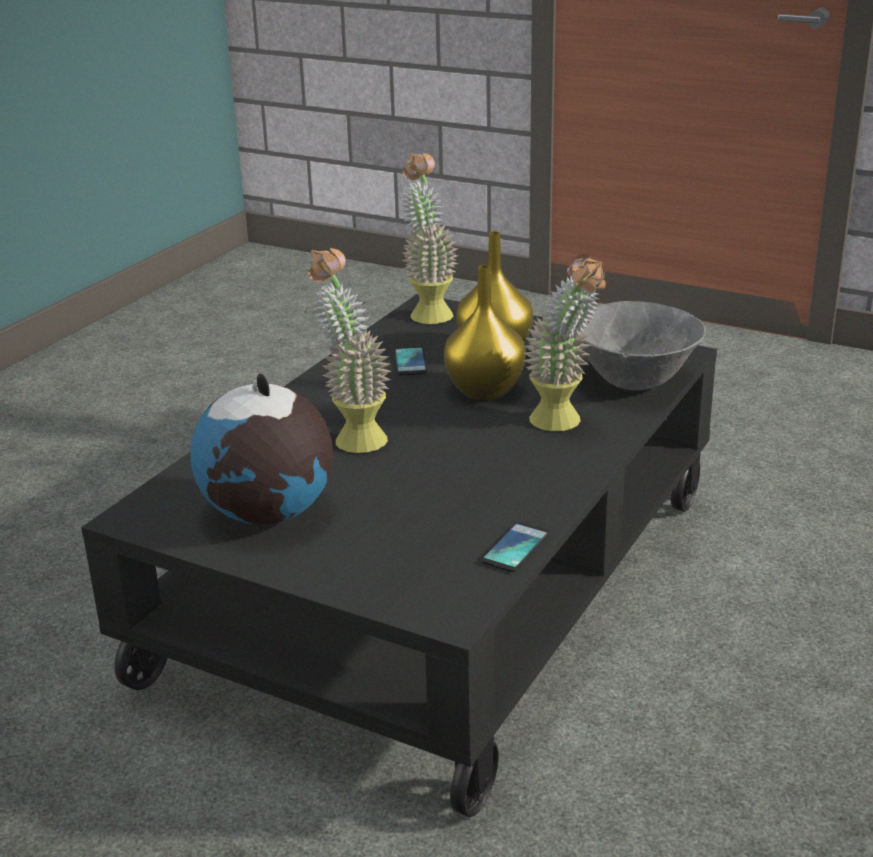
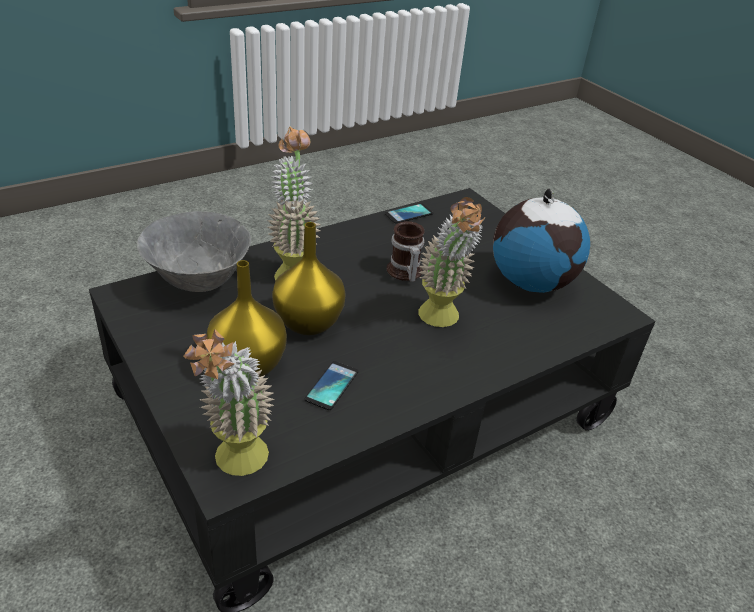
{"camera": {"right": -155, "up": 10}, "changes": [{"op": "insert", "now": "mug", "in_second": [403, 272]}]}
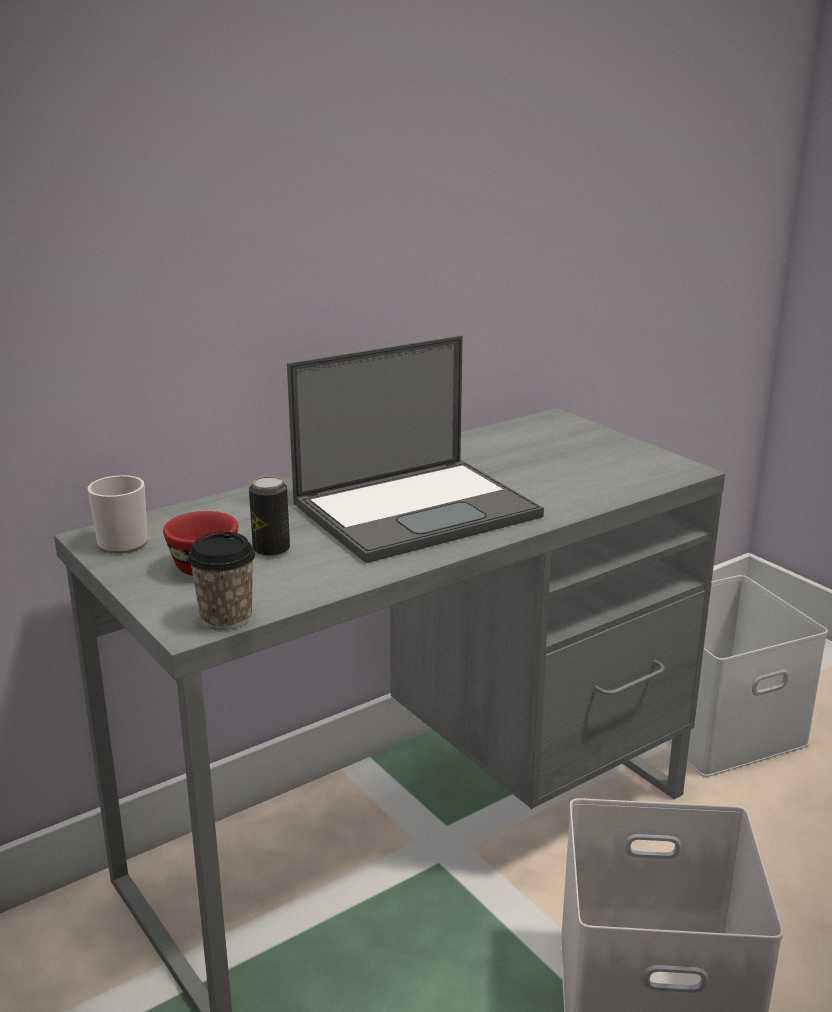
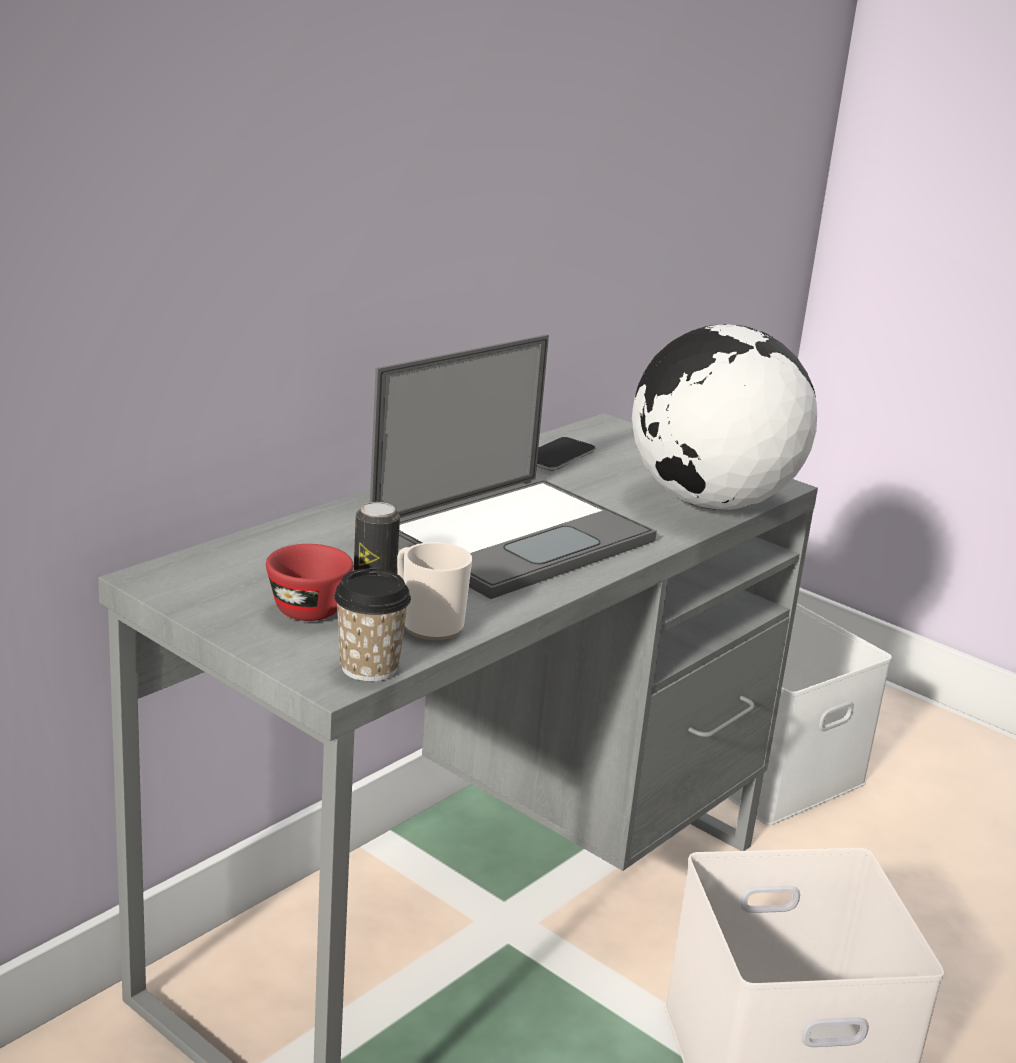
{"camera": {"right": -15, "up": 0}, "changes": [{"op": "move", "was": "mug", "in_first": [119, 541], "in_second": [427, 623]}, {"op": "insert", "now": "phone", "in_second": [558, 456]}, {"op": "insert", "now": "globe", "in_second": [710, 502]}]}
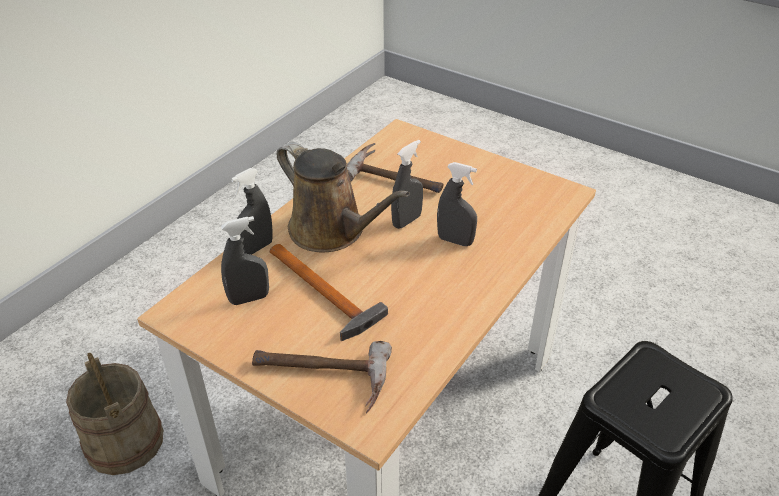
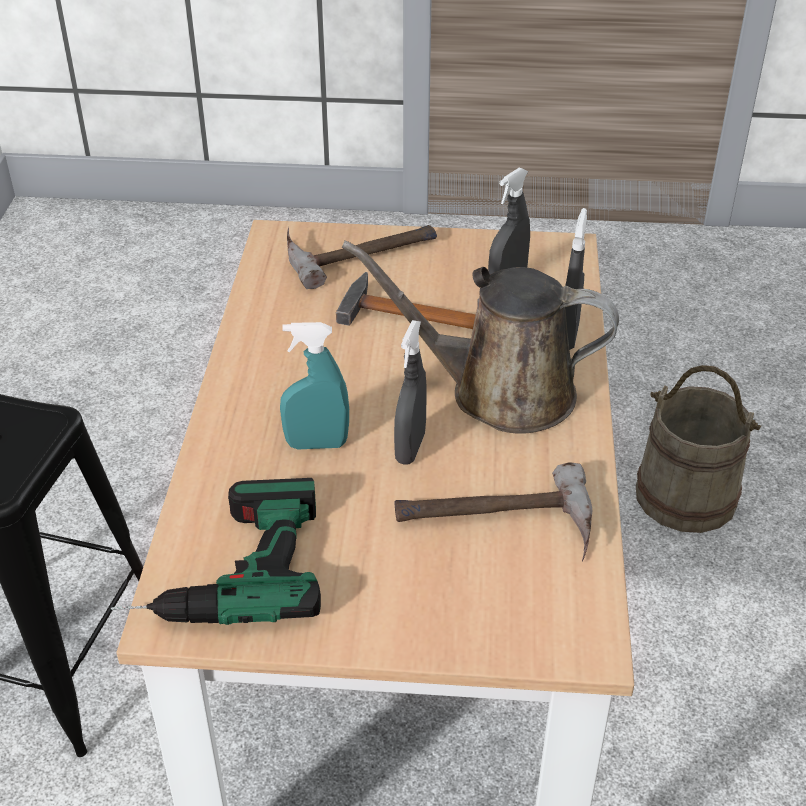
{"camera": {"right": 150, "up": 0}, "changes": [{"op": "insert", "now": "power_drill", "in_second": [221, 567]}, {"op": "recolor", "was": "grey_spray_bottle", "now": "turquoise_spray_bottle", "in_first": [455, 241], "in_second": [317, 444]}]}
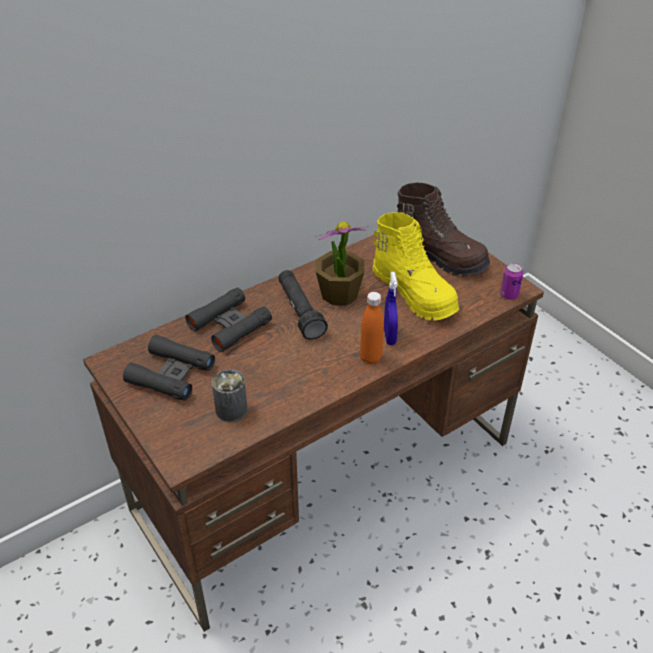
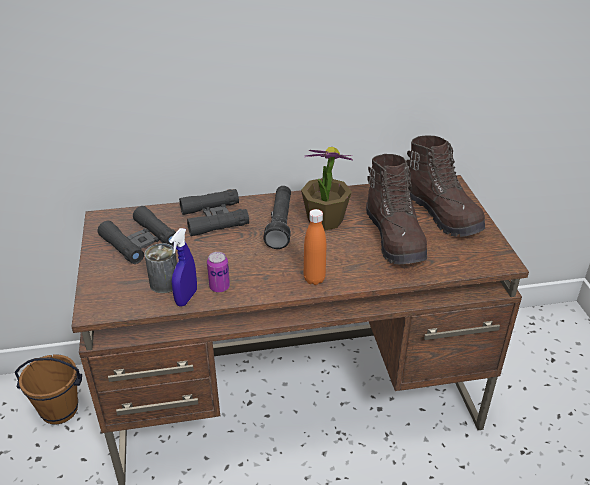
{"camera": {"right": 25, "up": -5}, "changes": [{"op": "insert", "now": "brown_bucket", "in_second": [59, 411]}, {"op": "move", "was": "blue_spray_bottle", "in_first": [389, 336], "in_second": [186, 298]}, {"op": "move", "was": "can", "in_first": [509, 295], "in_second": [219, 287]}, {"op": "recolor", "was": "yellow_boot", "now": "brown_boot", "in_first": [415, 293], "in_second": [395, 238]}]}
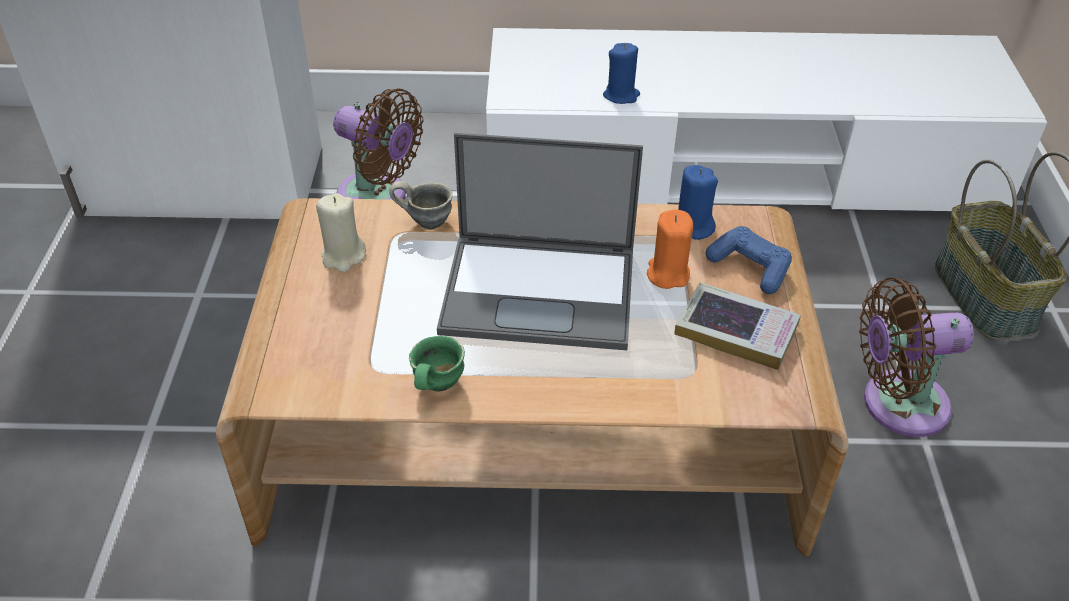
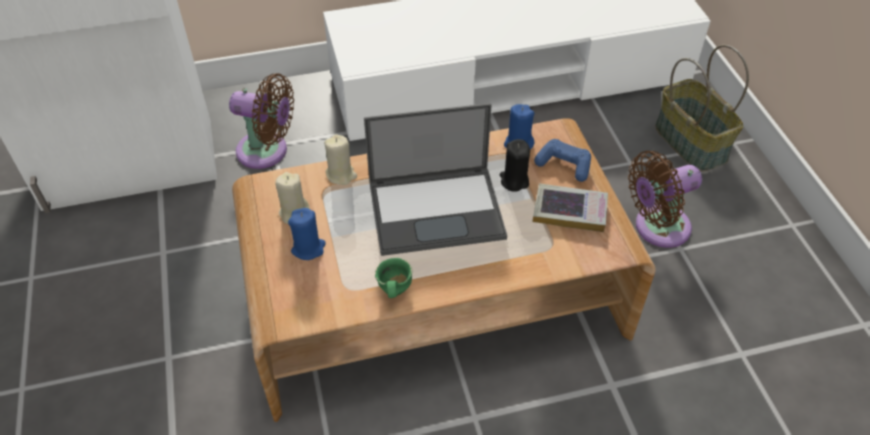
{"camera": {"right": -15, "up": 5}, "changes": [{"op": "move", "was": "blue_candle", "in_first": [621, 95], "in_second": [308, 248]}, {"op": "replace", "was": "grey_mug", "now": "beige_candle", "in_first": [426, 221], "in_second": [341, 175]}, {"op": "recolor", "was": "orange_candle", "now": "black_candle", "in_first": [667, 274], "in_second": [514, 180]}]}
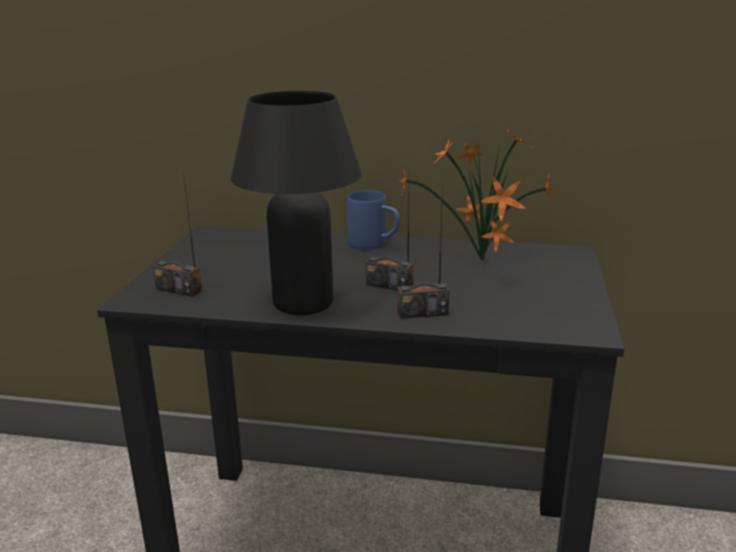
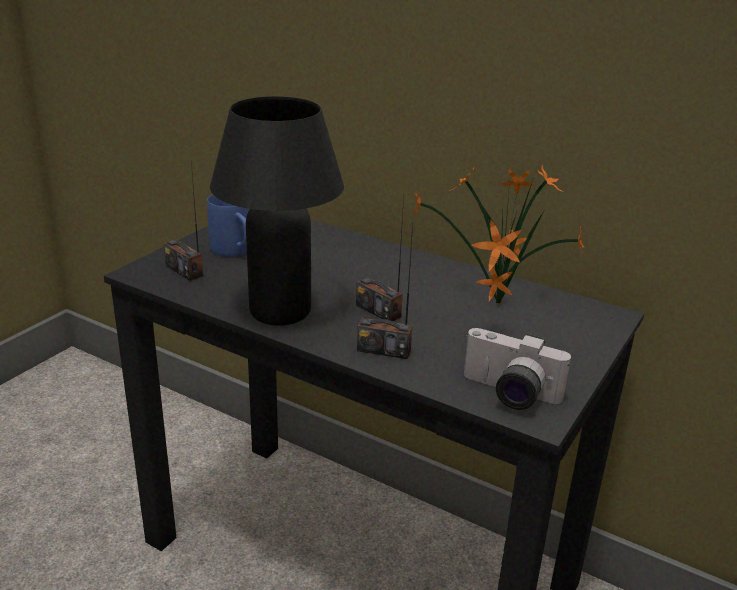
{"camera": {"right": 20, "up": 5}, "changes": [{"op": "move", "was": "blue_mug", "in_first": [374, 245], "in_second": [235, 252]}, {"op": "insert", "now": "photo_camera", "in_second": [507, 394]}]}
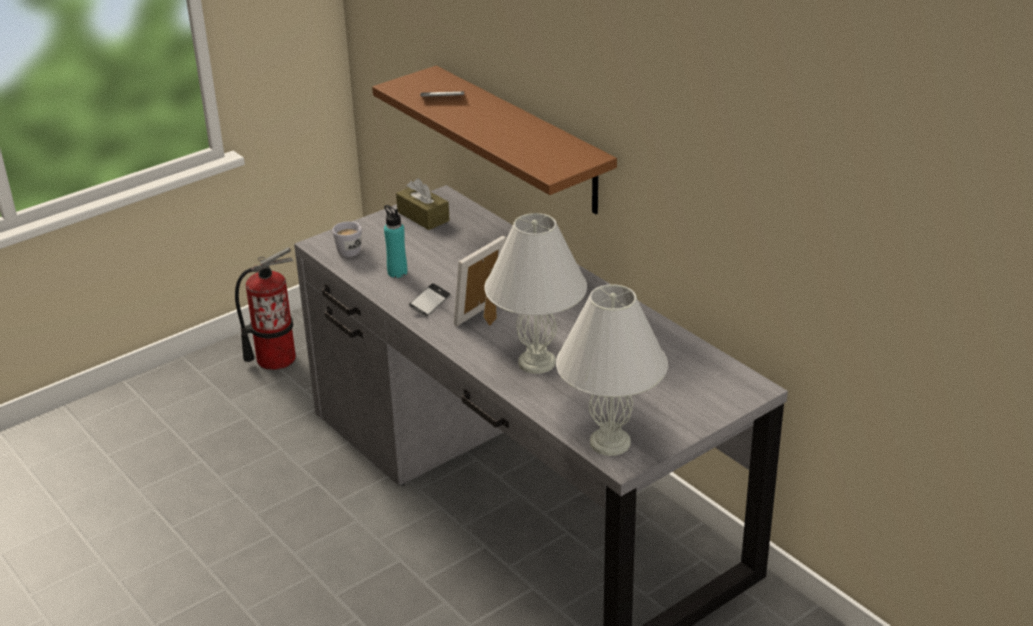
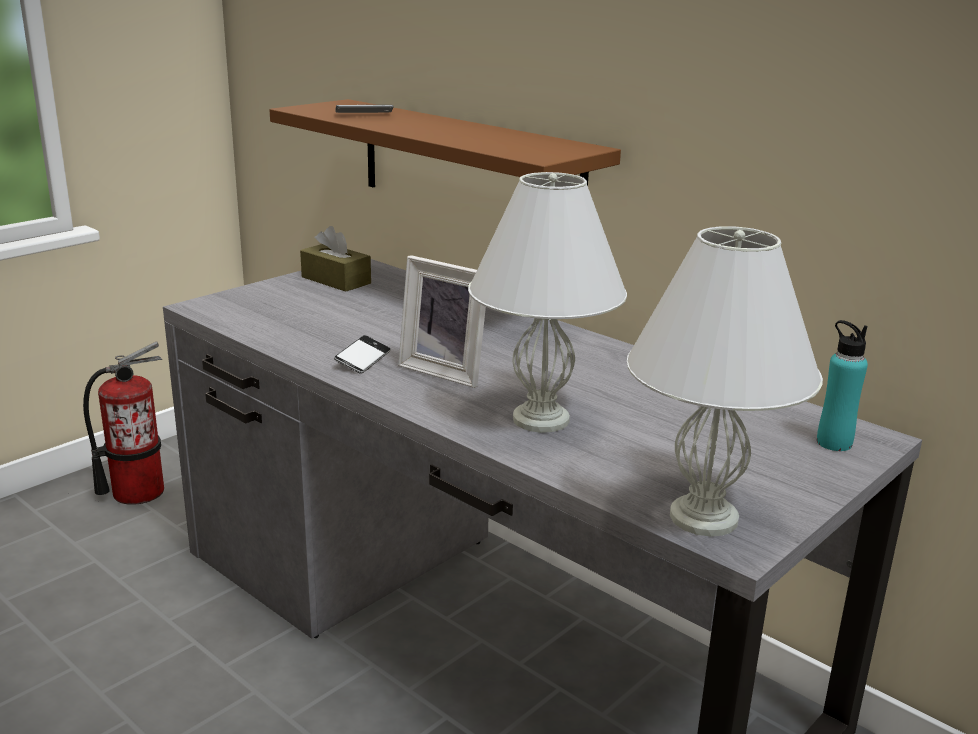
{"camera": {"right": -10, "up": -10}, "changes": [{"op": "rotate", "was": "picture_frame", "in_first": [485, 316], "in_second": [447, 370], "clockwise": -90}, {"op": "move", "was": "turquoise_bottle", "in_first": [397, 272], "in_second": [834, 443]}, {"op": "delete", "was": "white_mug", "in_first": [351, 250]}]}
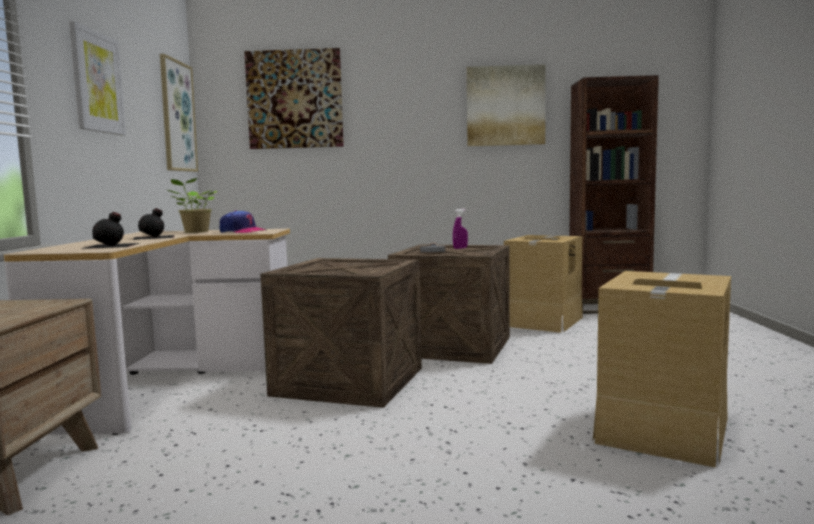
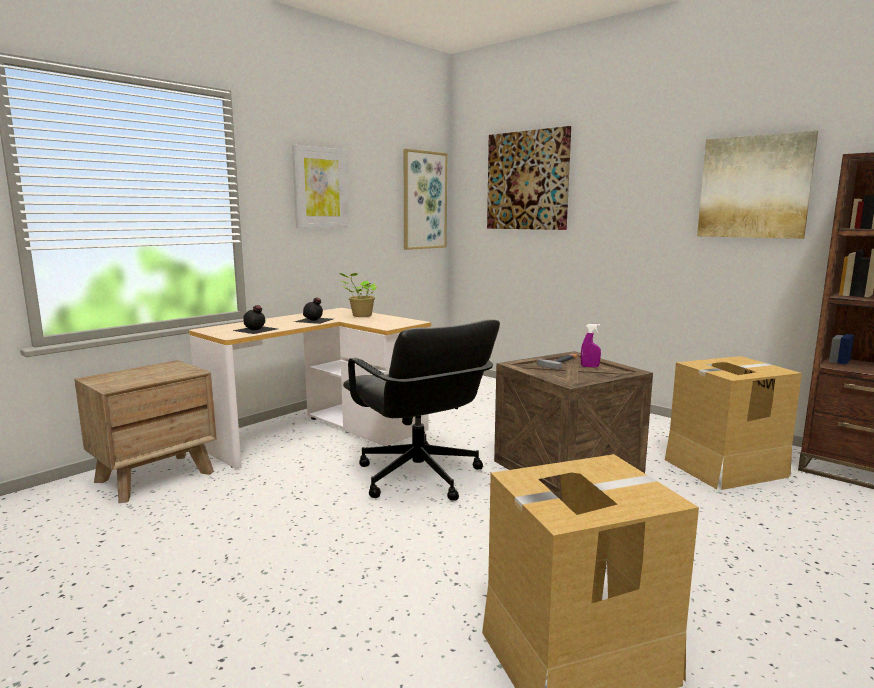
{"camera": {"right": 40, "up": 5}, "changes": [{"op": "replace", "was": "crate", "now": "black_office_chair", "in_first": [350, 382], "in_second": [418, 477]}, {"op": "delete", "was": "cap", "in_first": [242, 231]}]}
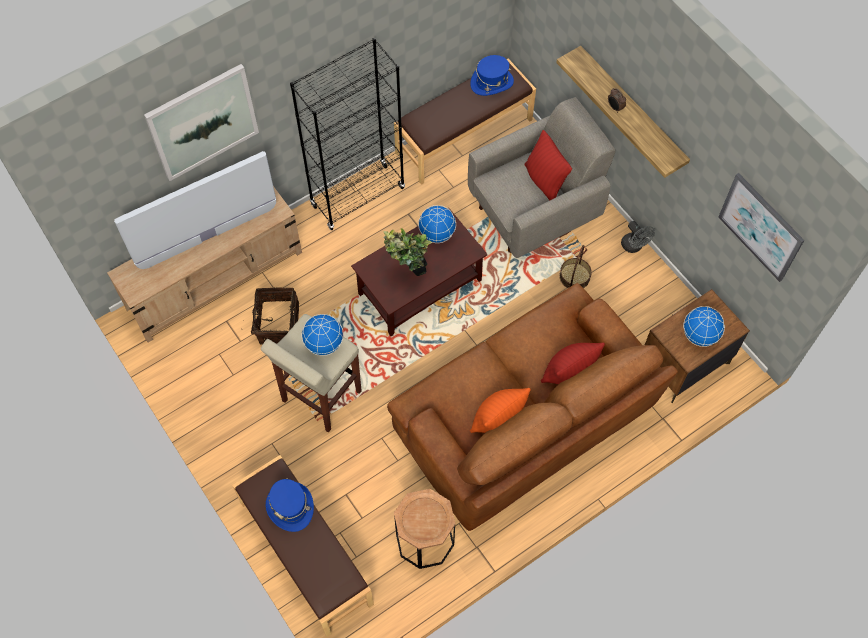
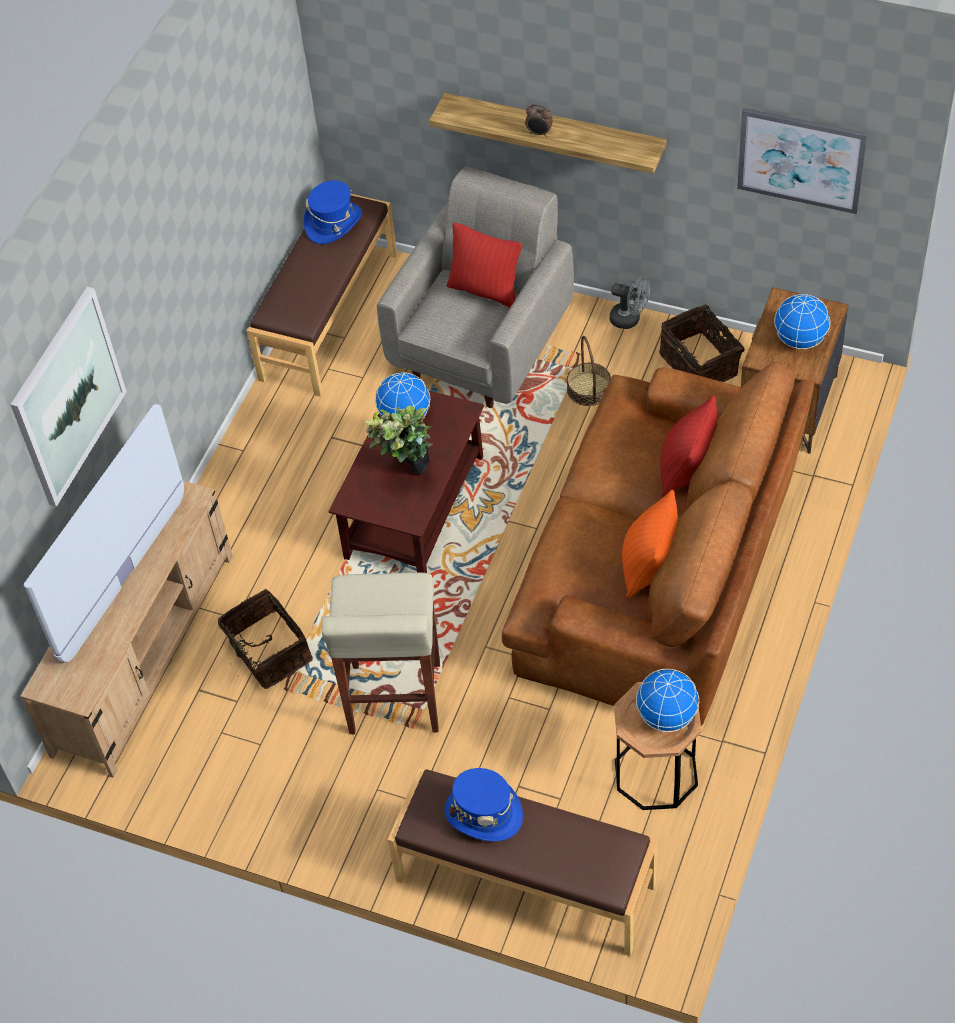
{"camera": {"right": -30, "up": -10}, "changes": [{"op": "move", "was": "globe", "in_first": [324, 343], "in_second": [667, 716]}, {"op": "insert", "now": "basket", "in_second": [701, 362]}, {"op": "delete", "was": "black_bookcase", "in_first": [358, 197]}]}
